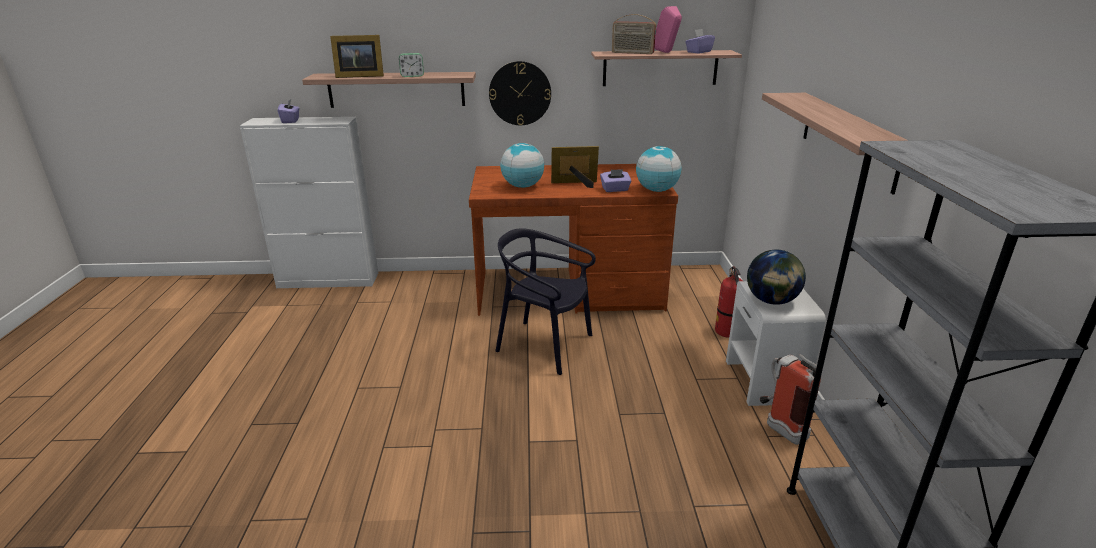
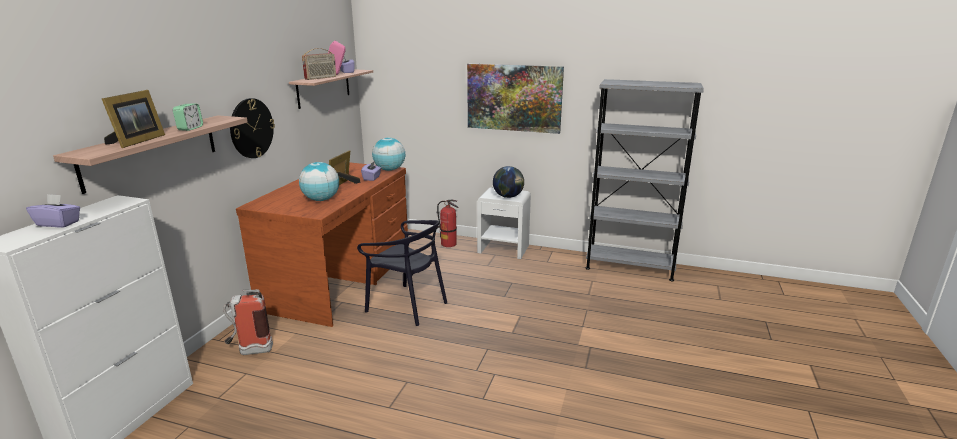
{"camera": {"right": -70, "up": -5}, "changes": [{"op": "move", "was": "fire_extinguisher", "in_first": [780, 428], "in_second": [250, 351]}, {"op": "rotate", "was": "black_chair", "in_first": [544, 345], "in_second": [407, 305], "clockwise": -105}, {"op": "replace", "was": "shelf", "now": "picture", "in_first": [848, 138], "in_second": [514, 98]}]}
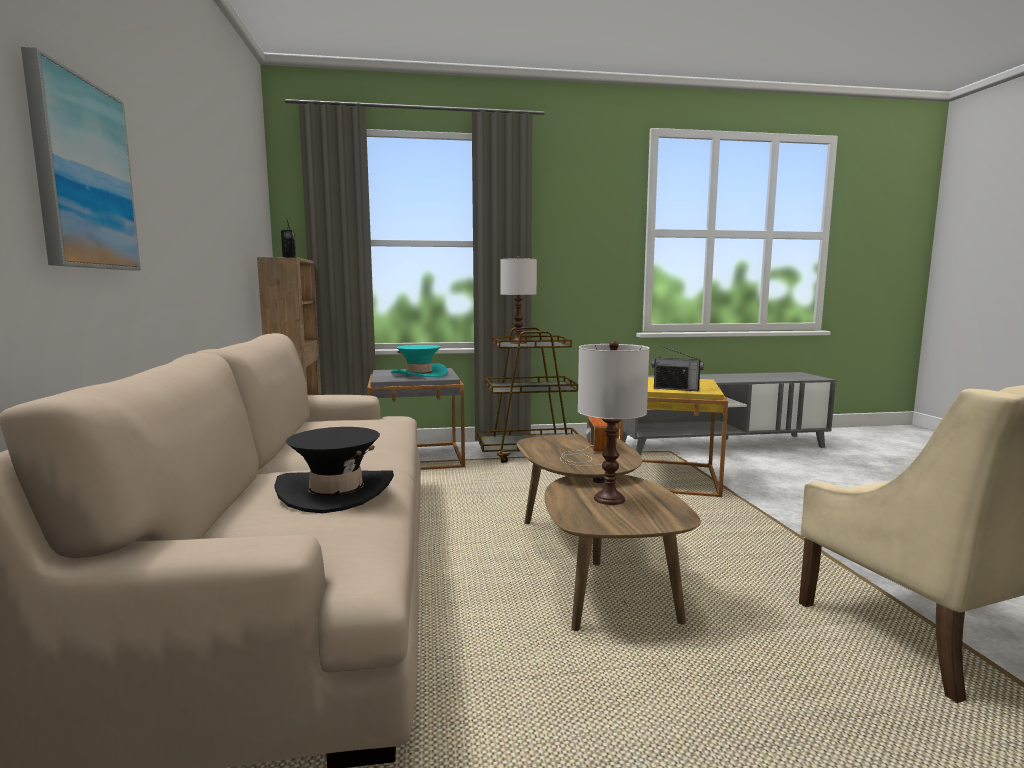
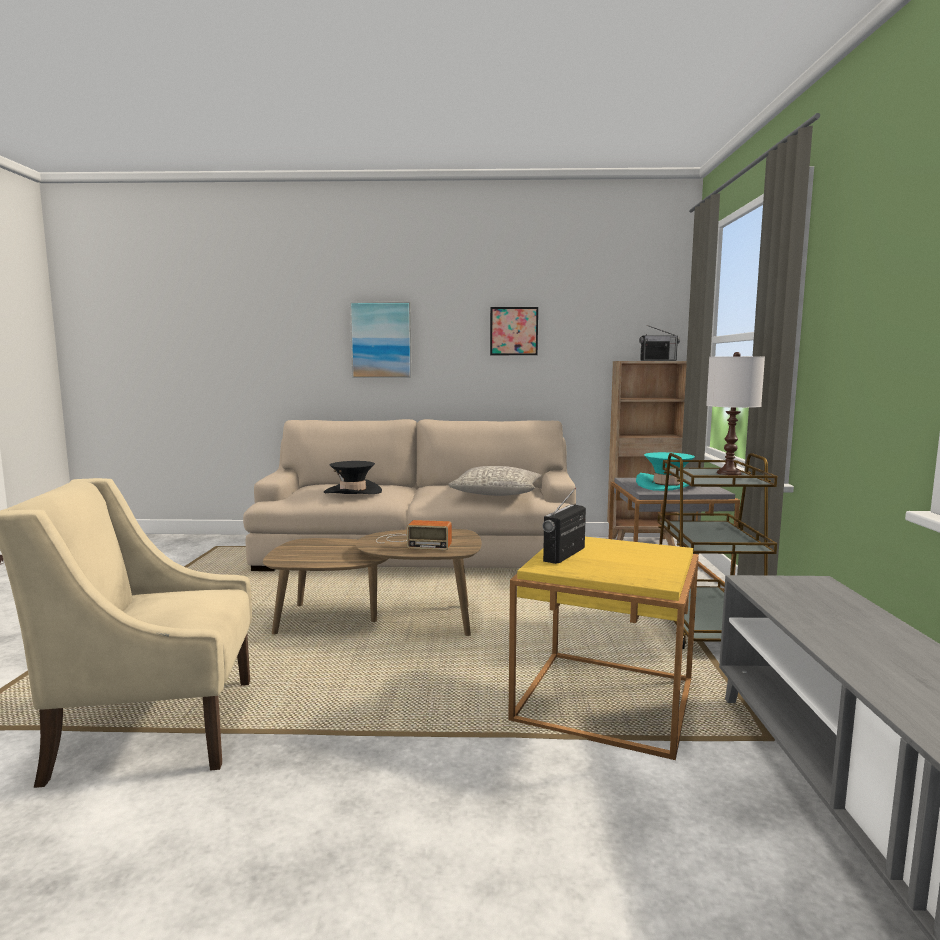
{"camera": {"right": 100, "up": 0}, "changes": [{"op": "insert", "now": "grey_pillow", "in_second": [497, 493]}, {"op": "insert", "now": "picture", "in_second": [513, 331]}, {"op": "delete", "was": "white_table_lamp", "in_first": [609, 499]}]}
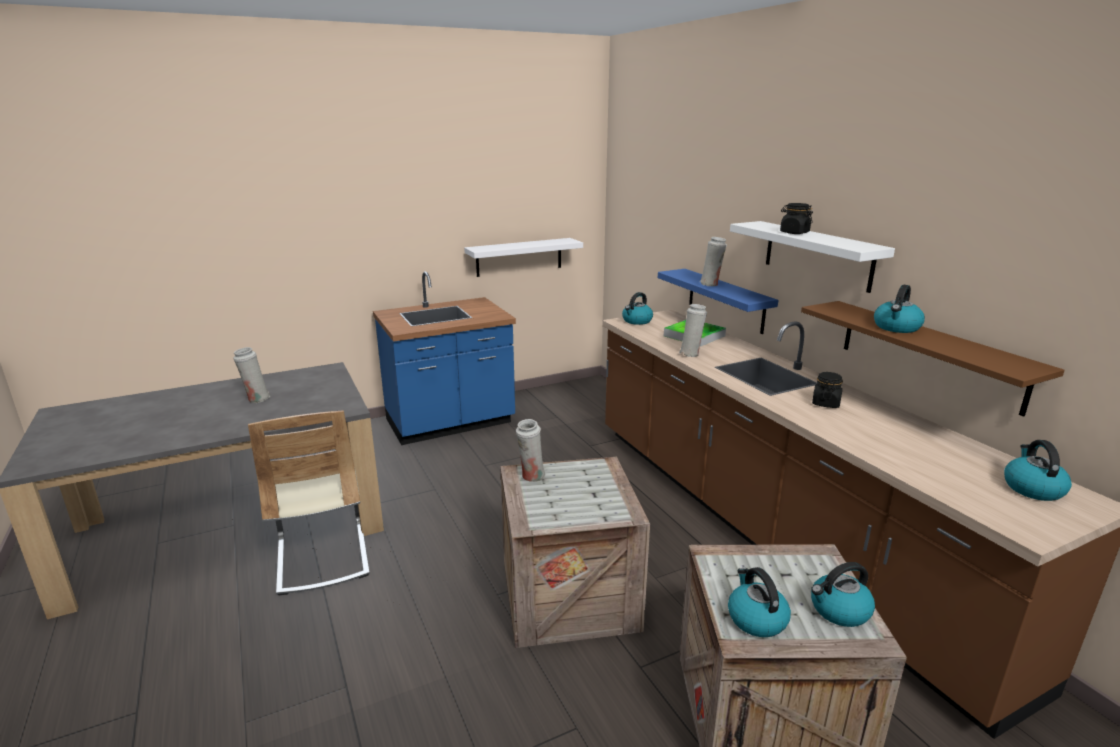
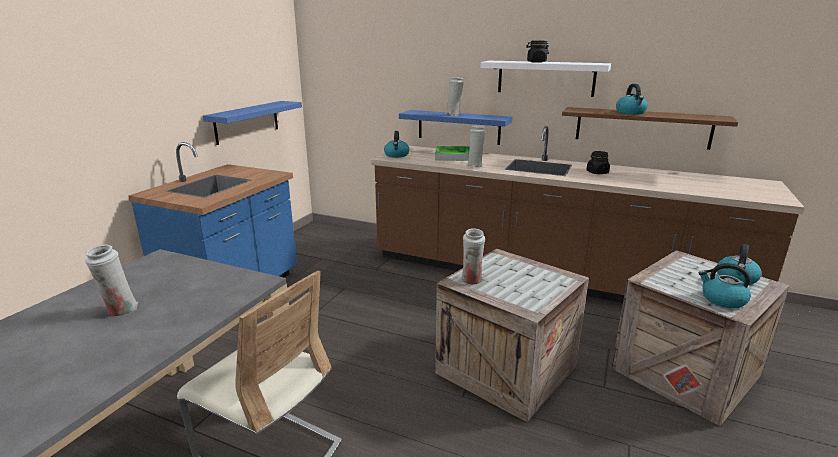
{"camera": {"right": -40, "up": 0}, "changes": [{"op": "recolor", "was": "white_shelf", "now": "blue_shelf", "in_first": [519, 257], "in_second": [247, 122]}, {"op": "delete", "was": "kettle", "in_first": [1032, 488]}]}
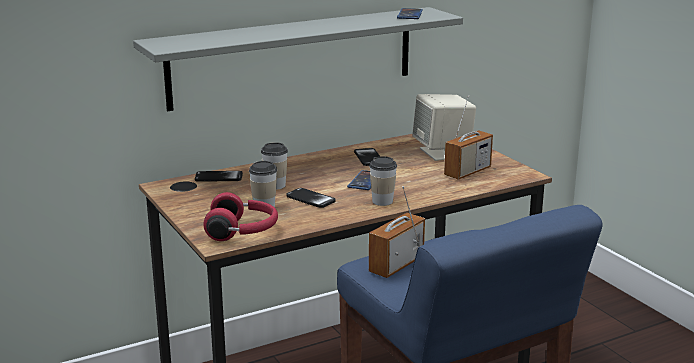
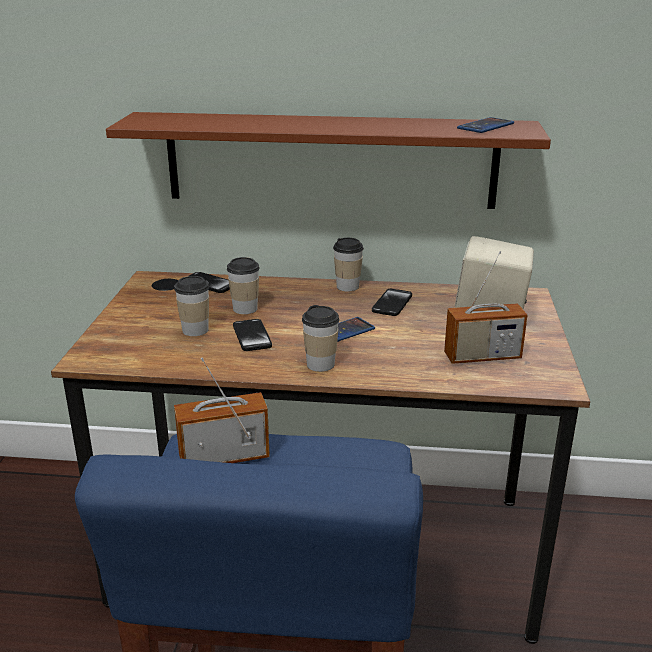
{"camera": {"right": 35, "up": 5}, "changes": [{"op": "recolor", "was": "grey_shelf", "now": "brown_shelf", "in_first": [293, 57], "in_second": [330, 160]}, {"op": "insert", "now": "cup", "in_second": [347, 286]}, {"op": "delete", "was": "red_headphones", "in_first": [243, 231]}]}
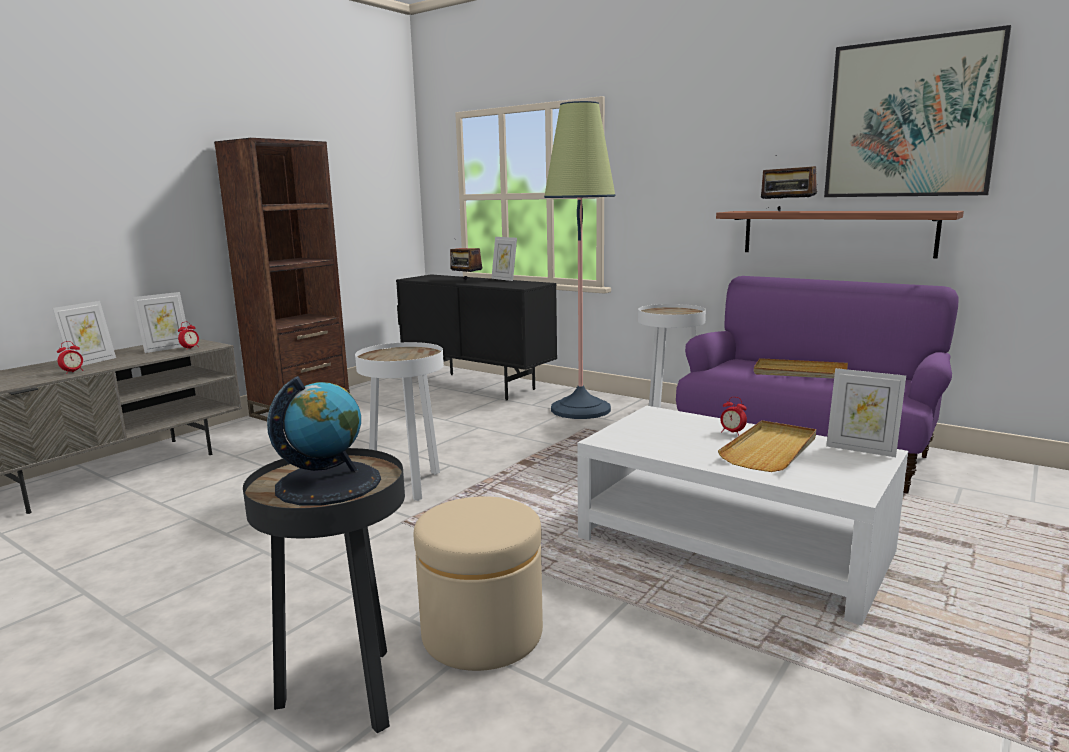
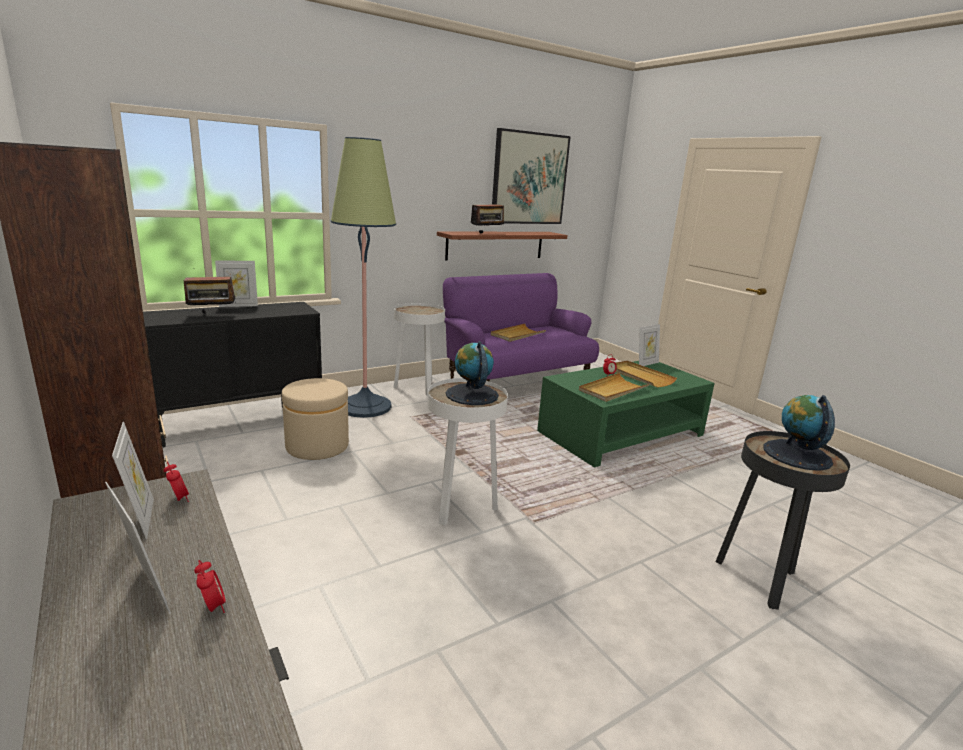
{"camera": {"right": -70, "up": 5}, "changes": [{"op": "move", "was": "beige_ottoman", "in_first": [482, 633], "in_second": [317, 446]}, {"op": "insert", "now": "globe", "in_second": [471, 394]}, {"op": "recolor", "was": "white_coffee_table", "now": "green_coffee_table", "in_first": [732, 545], "in_second": [621, 433]}, {"op": "insert", "now": "beige_tray", "in_second": [612, 390]}]}
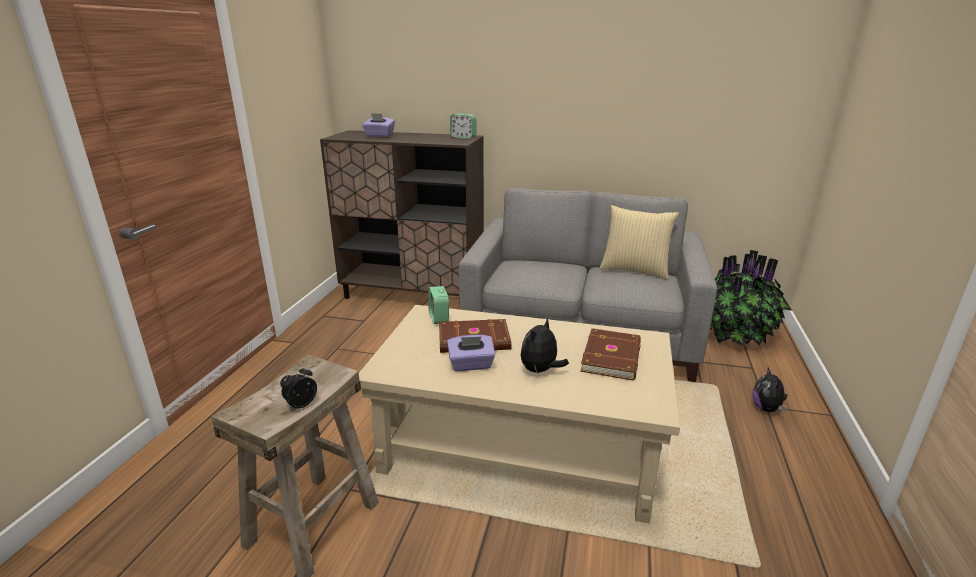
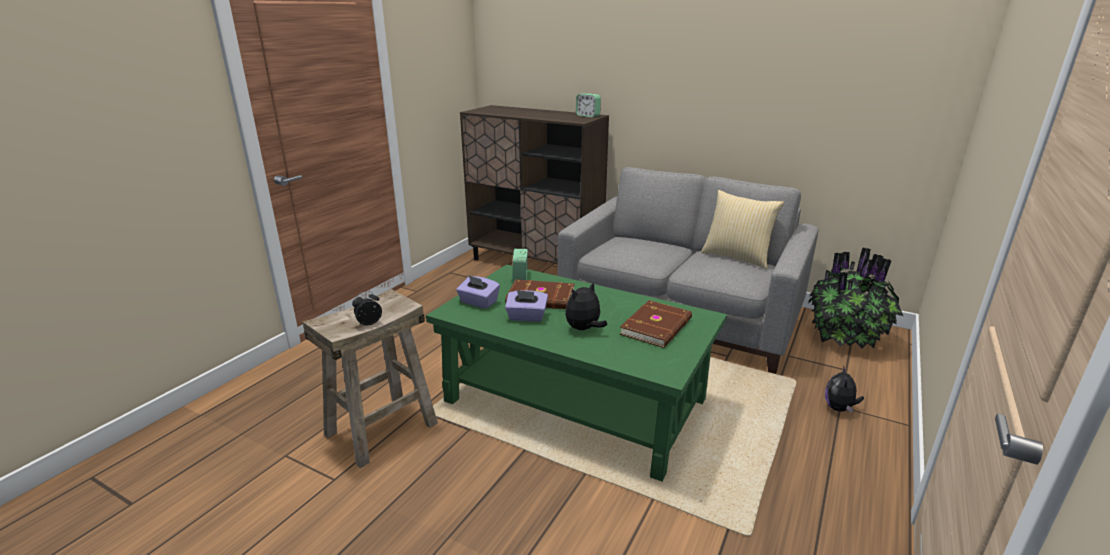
{"camera": {"right": 15, "up": 0}, "changes": [{"op": "recolor", "was": "beige_coffee_table", "now": "green_coffee_table", "in_first": [521, 445], "in_second": [576, 400]}, {"op": "move", "was": "purple_tissue_box", "in_first": [379, 135], "in_second": [478, 302]}]}
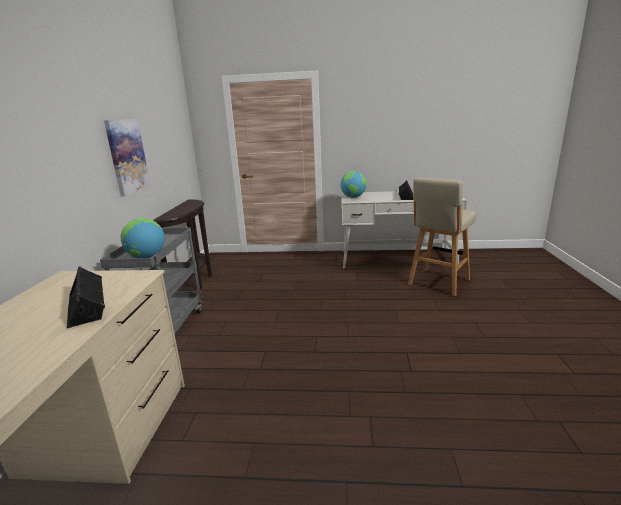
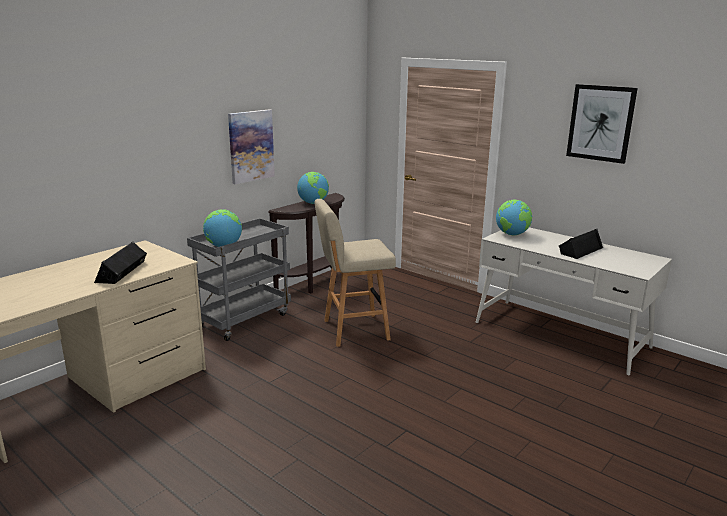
{"camera": {"right": 35, "up": 0}, "changes": [{"op": "insert", "now": "globe", "in_second": [313, 203]}, {"op": "move", "was": "beige_stool", "in_first": [438, 282], "in_second": [353, 330]}, {"op": "insert", "now": "picture", "in_second": [600, 123]}]}
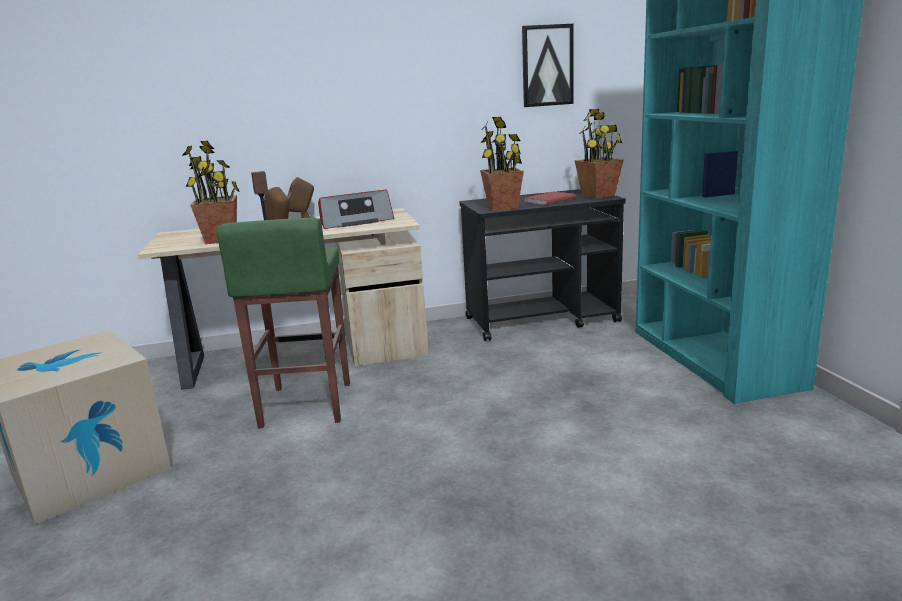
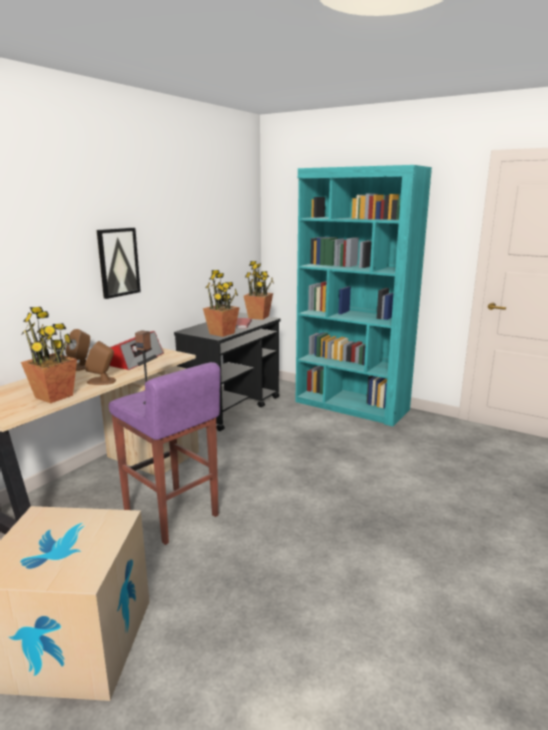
{"camera": {"right": -45, "up": 0}, "changes": [{"op": "move", "was": "picture", "in_first": [547, 66], "in_second": [118, 262]}, {"op": "recolor", "was": "green_stool", "now": "purple_stool", "in_first": [305, 405], "in_second": [171, 515]}]}
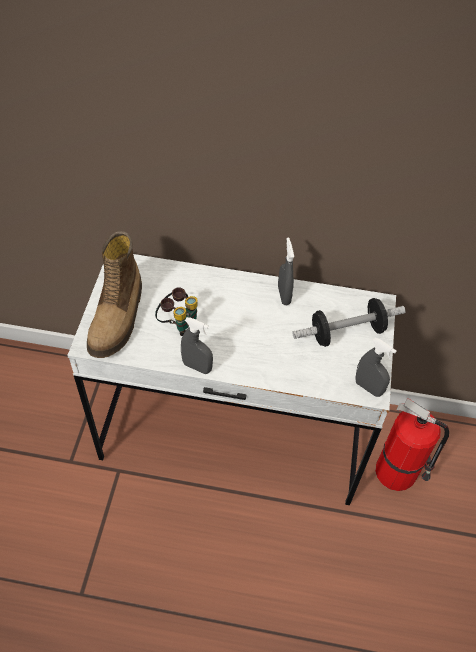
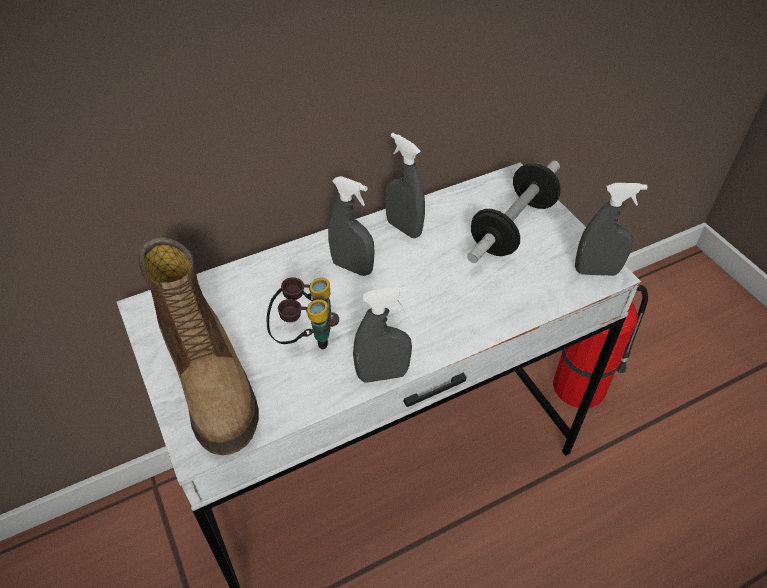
{"camera": {"right": -35, "up": -5}, "changes": [{"op": "insert", "now": "grey_spray_bottle", "in_second": [352, 267]}]}
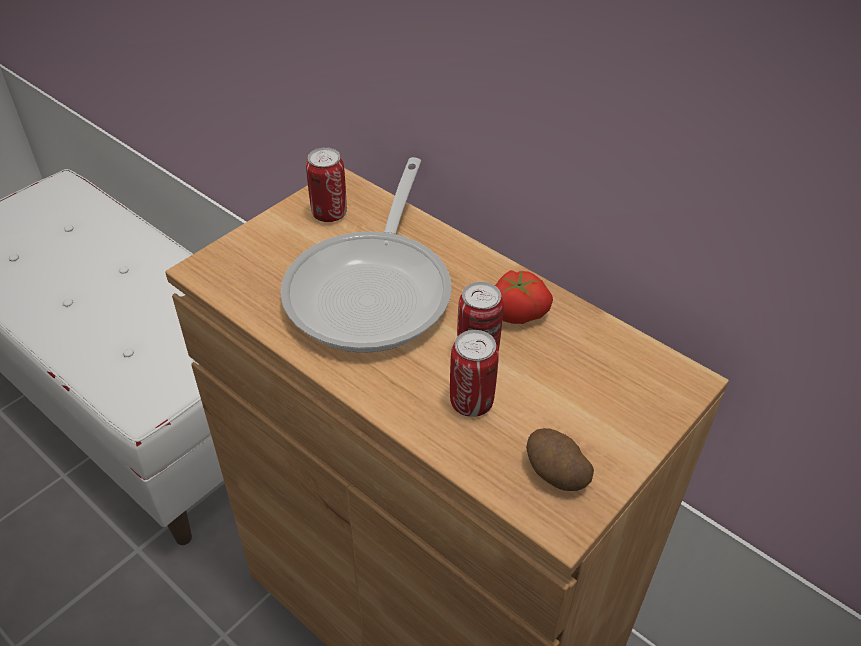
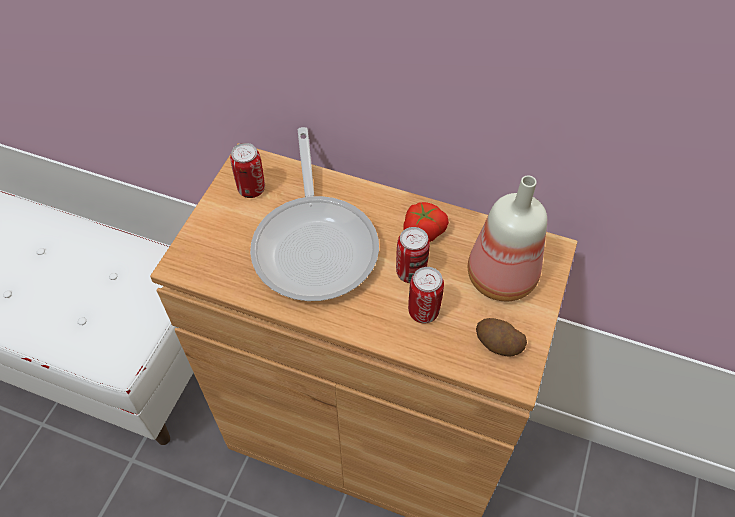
{"camera": {"right": -20, "up": 10}, "changes": [{"op": "insert", "now": "bottle", "in_second": [500, 279]}]}
